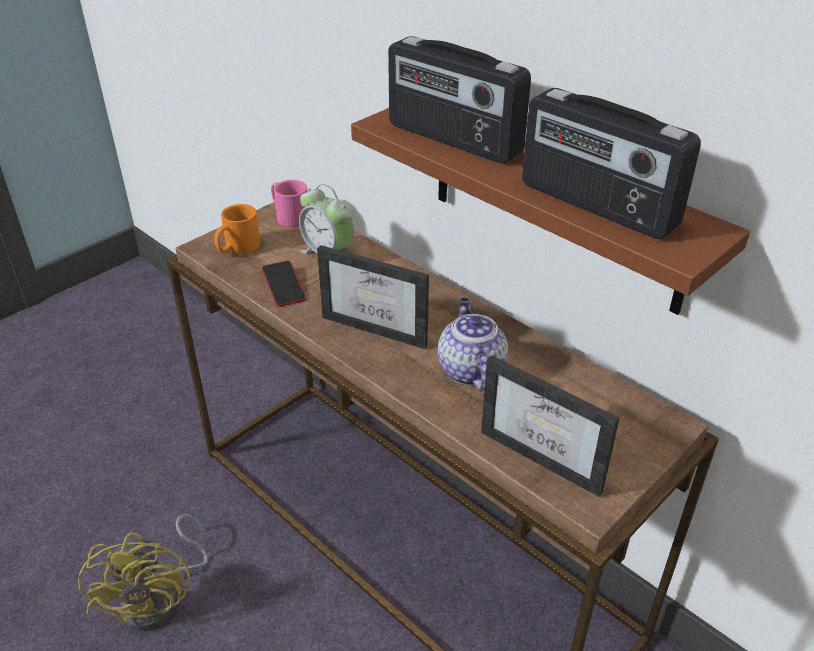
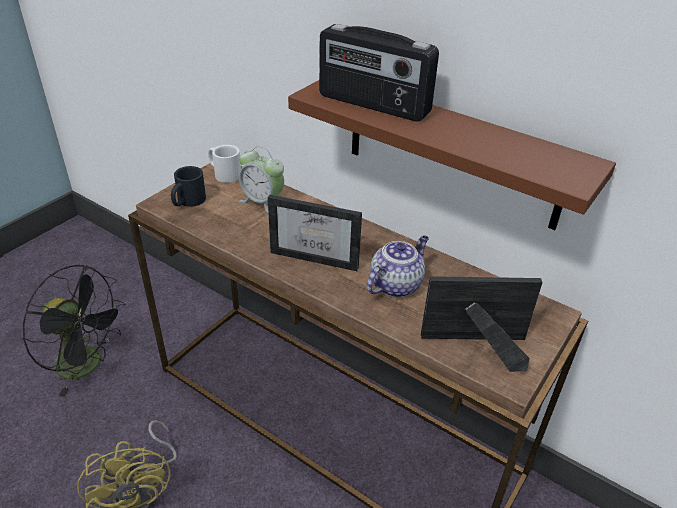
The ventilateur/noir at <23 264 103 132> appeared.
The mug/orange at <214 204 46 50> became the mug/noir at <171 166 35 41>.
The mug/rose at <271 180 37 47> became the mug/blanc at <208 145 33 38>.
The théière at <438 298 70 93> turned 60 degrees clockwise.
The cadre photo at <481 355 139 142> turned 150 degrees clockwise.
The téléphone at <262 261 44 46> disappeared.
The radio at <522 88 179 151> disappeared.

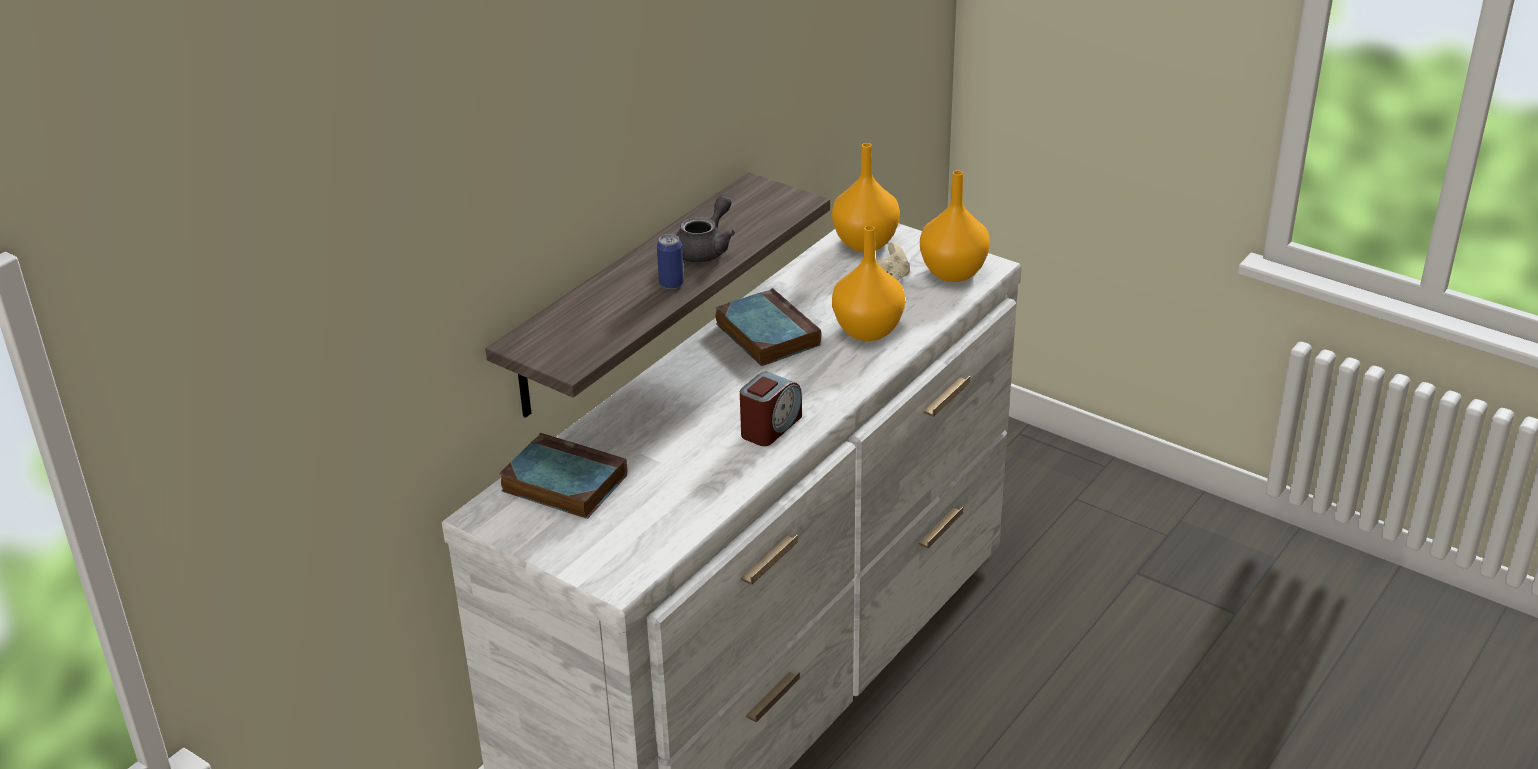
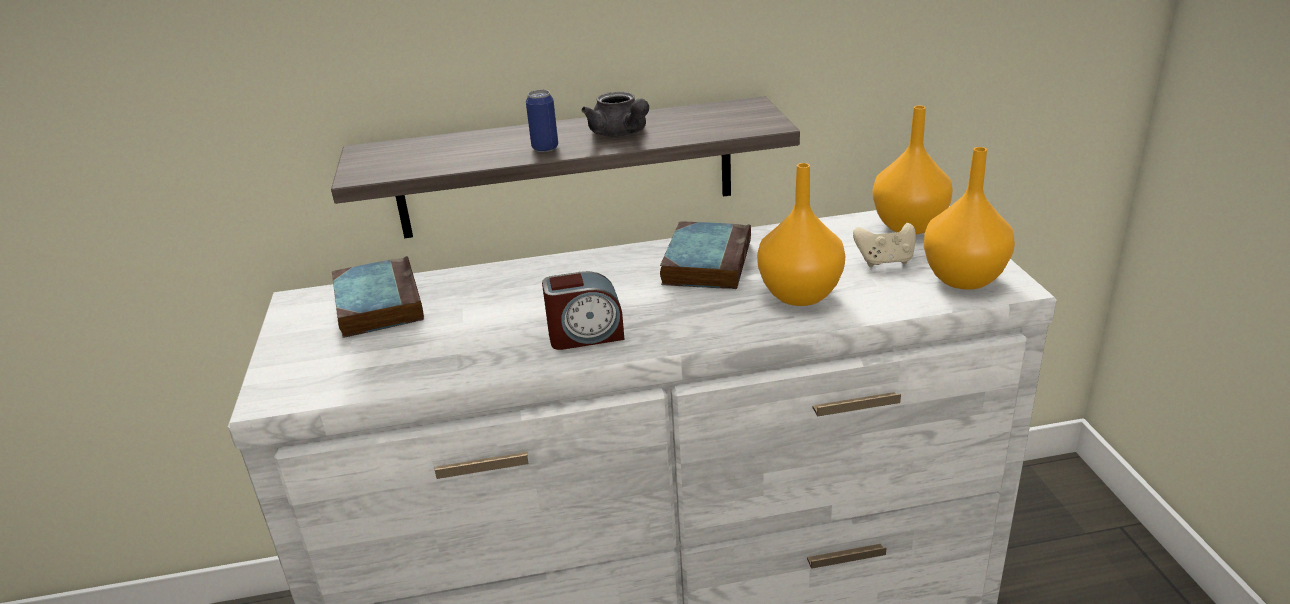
The théière/gris at <676 195 59 68> turned 75 degrees clockwise.

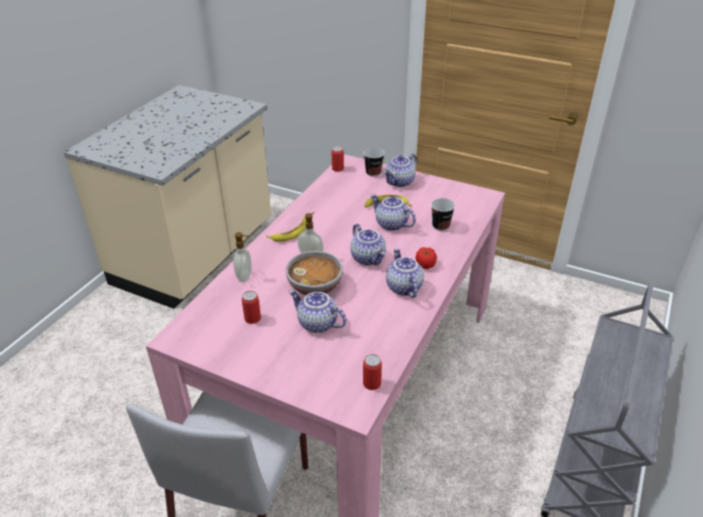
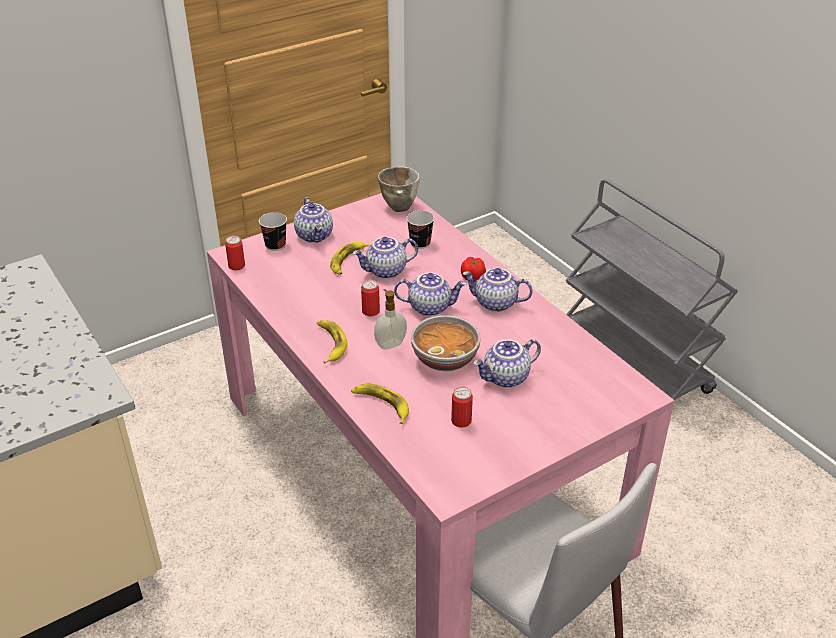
The distributeur de savon at <233 232 19 50> was replaced by the banane at <351 383 58 41>.
The boîte métallique moved from <363 354 19 36> to <361 280 19 37>.
The bol at <378 166 42 46> appeared.

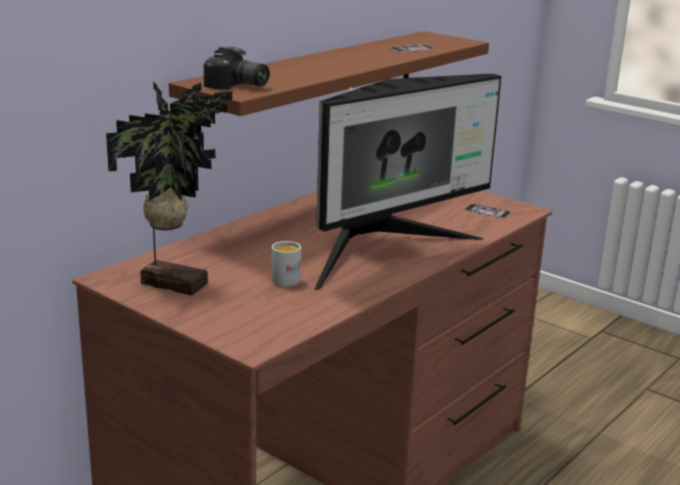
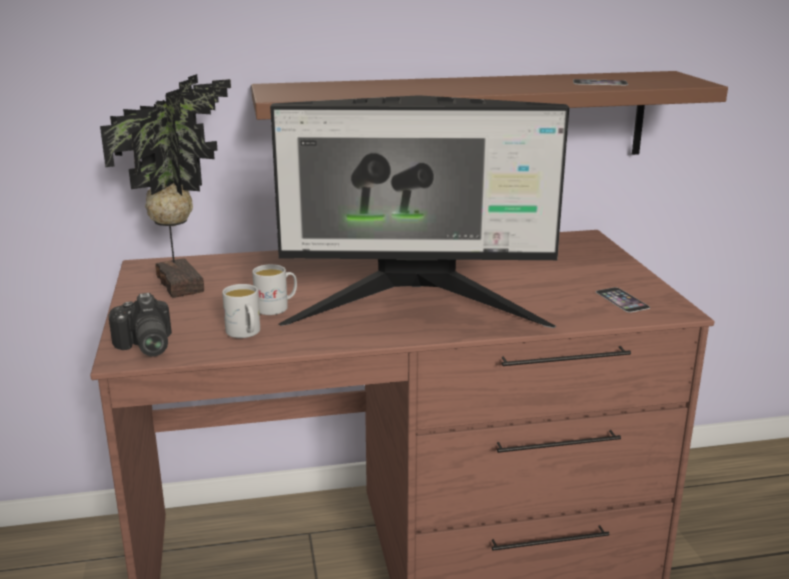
The appareil photo moved from <204 46 66 44> to <108 293 64 63>.
The mug/blanc at <222 284 38 54> appeared.

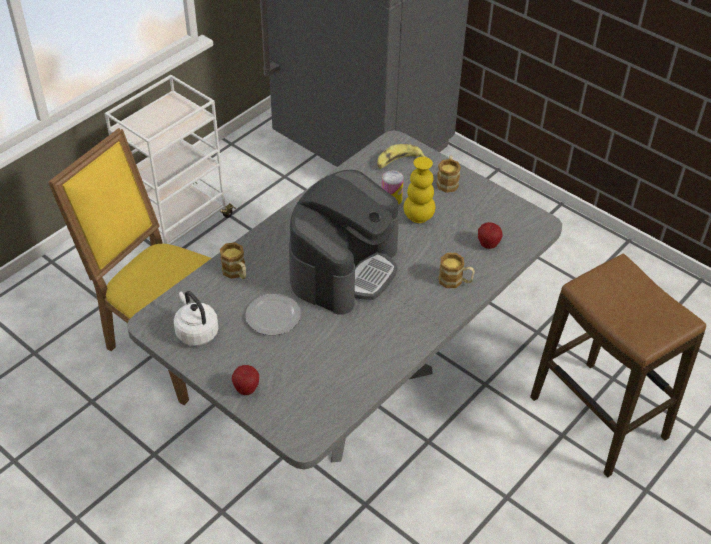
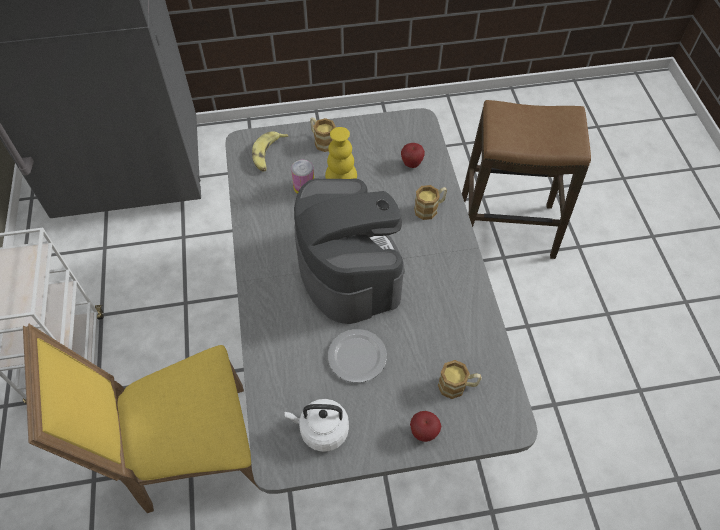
The mug moved from <220 242 26 37> to <438 360 44 39>.

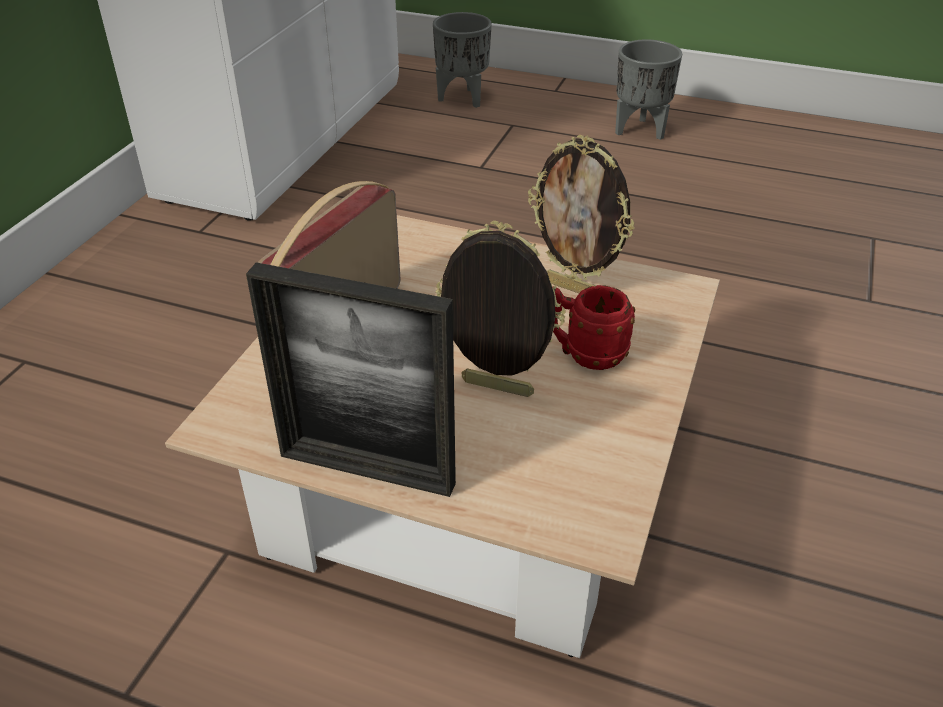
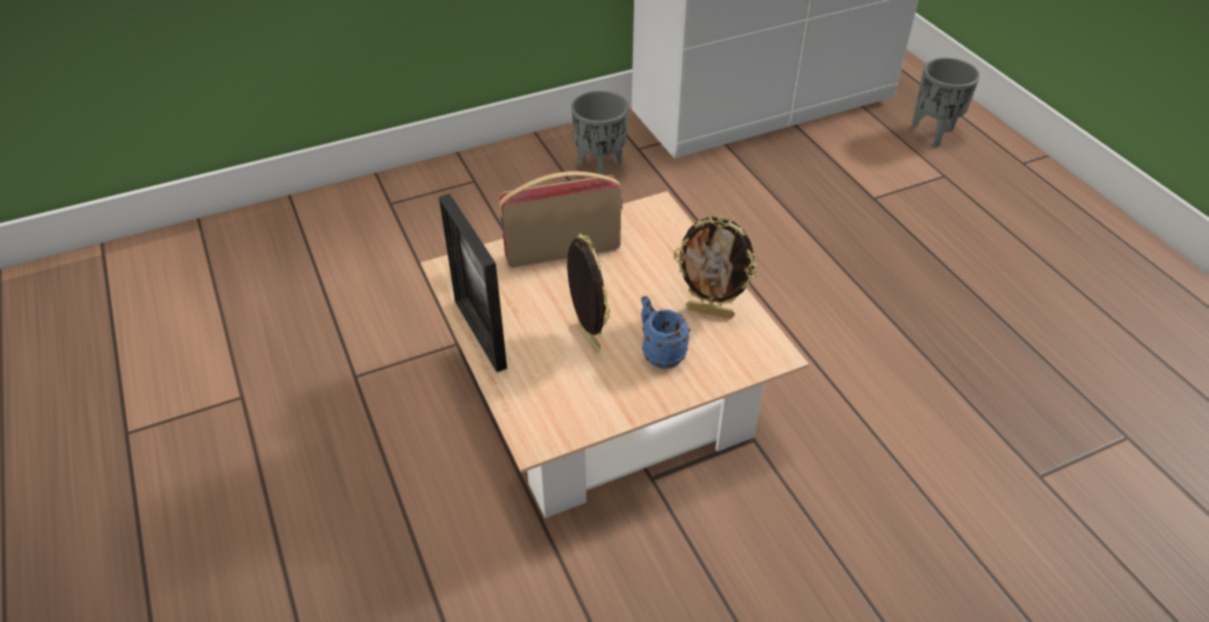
The cache-pot/gris moved from <615 39 67 101> to <571 91 57 84>.
The mug/rouge at <553 285 82 85> became the mug/bleu at <641 296 49 73>.
The cadre photo at <528 135 107 158> turned 60 degrees counterclockwise.

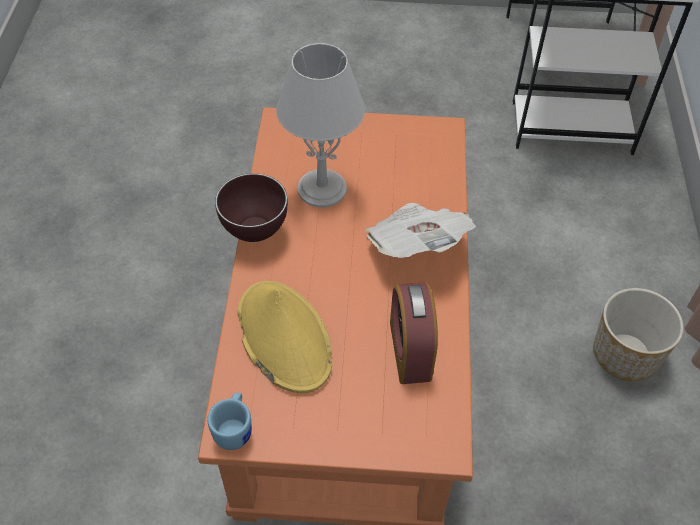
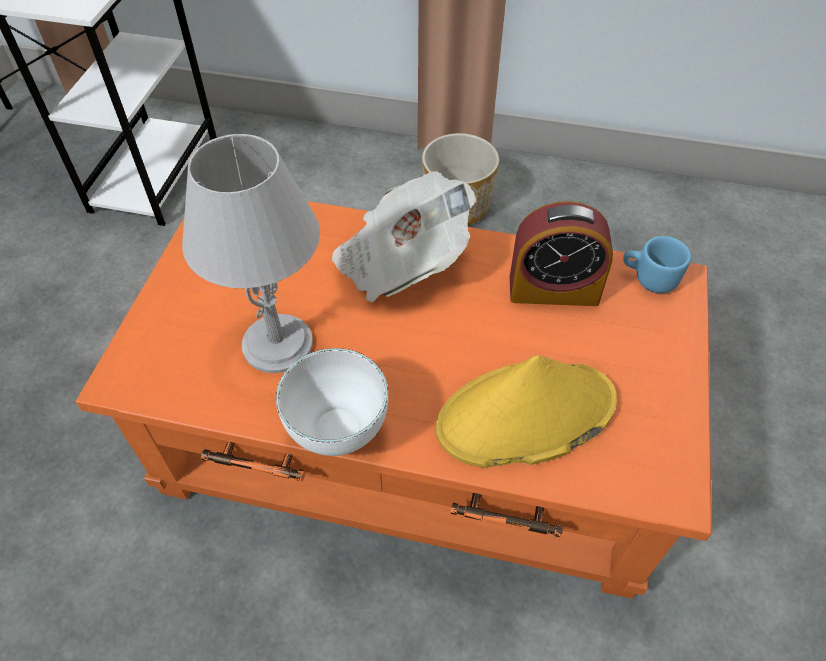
The bol/marron at <215 173 73 69> became the bol/blanc at <276 348 112 108>.
The mug/bleu moved from <207 393 45 57> to <623 236 68 57>.

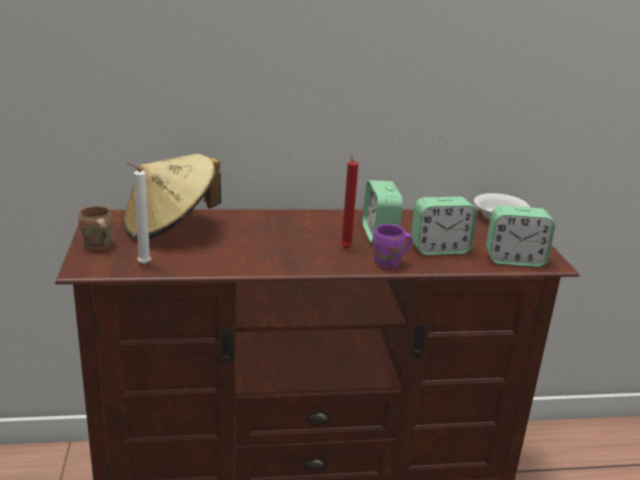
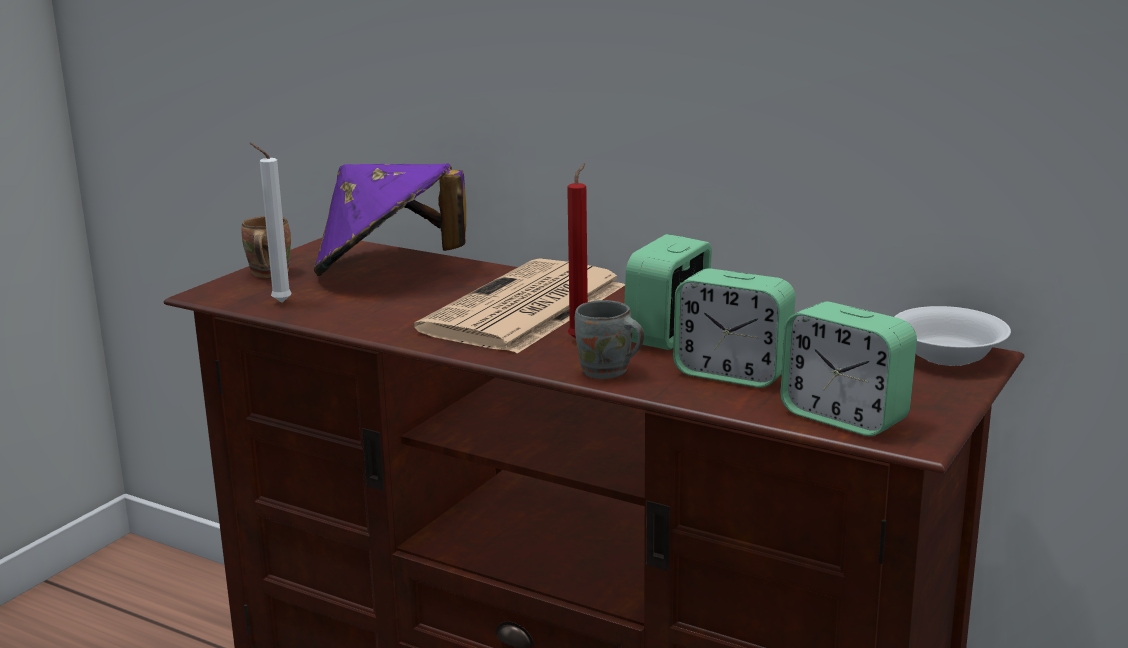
The chapeau/beige at <124 154 97 86> became the chapeau/violet at <314 163 152 113>.
The journal at <414 258 211 95> appeared.
The mug/violet at <373 224 40 44> became the mug/gris at <575 300 69 79>.

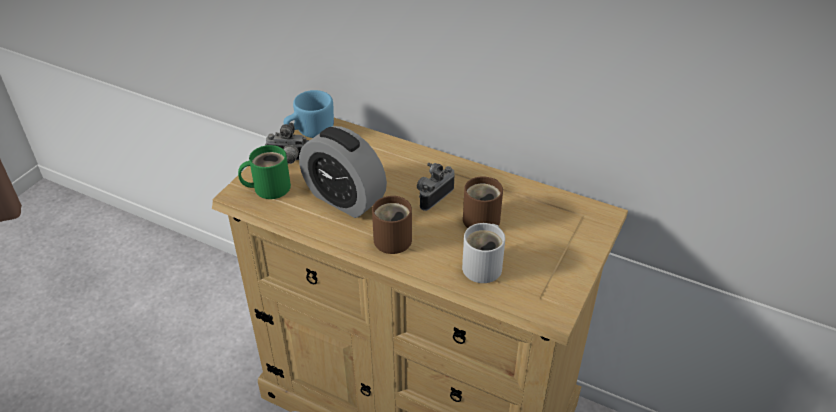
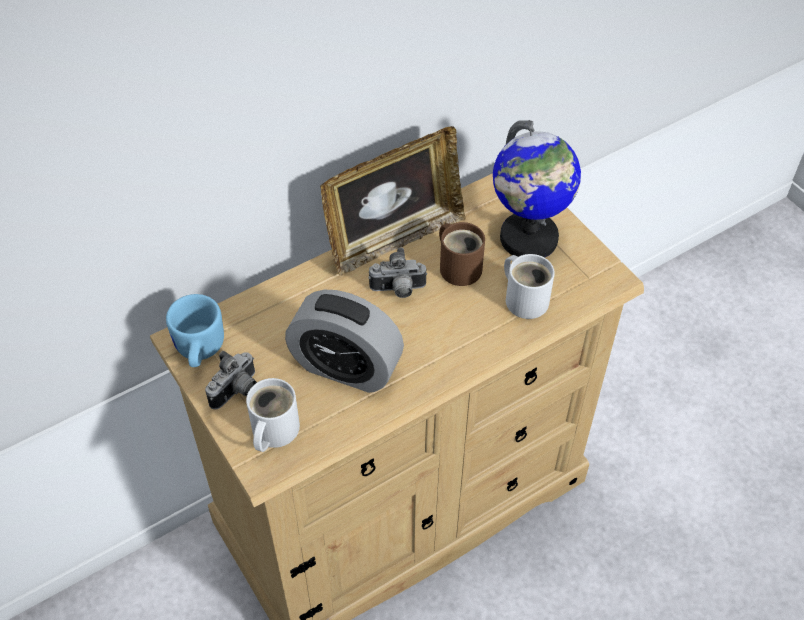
The mug/vert at <238 145 53 54> became the mug/blanc at <246 378 54 74>.
The réveil at <299 126 88 92> turned 45 degrees clockwise.
The cadre photo at <320 126 146 150> appeared.
The appareil photo at <417 163 38 48> turned 75 degrees counterclockwise.
The globe at <493 120 88 138> appeared.
The mug/marron at <372 196 40 58> disappeared.

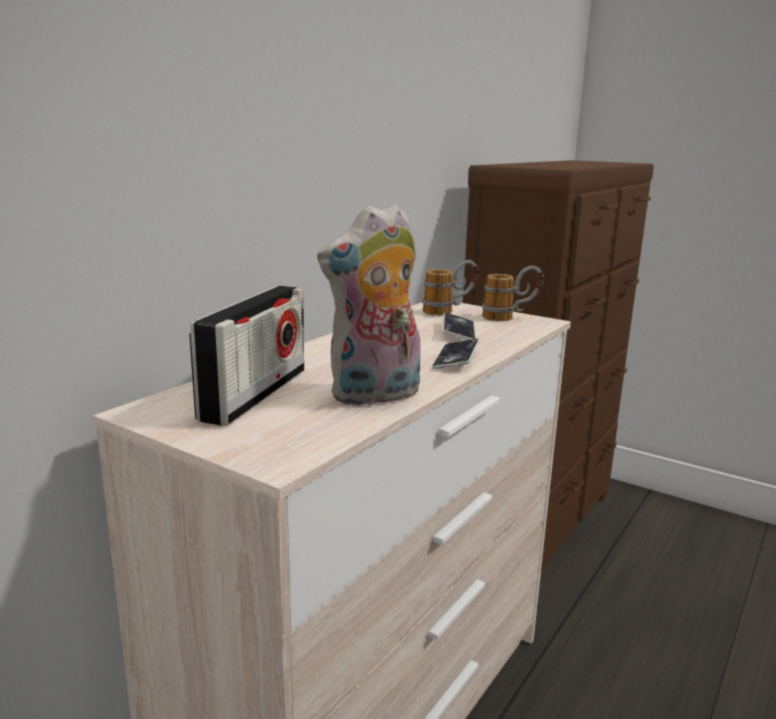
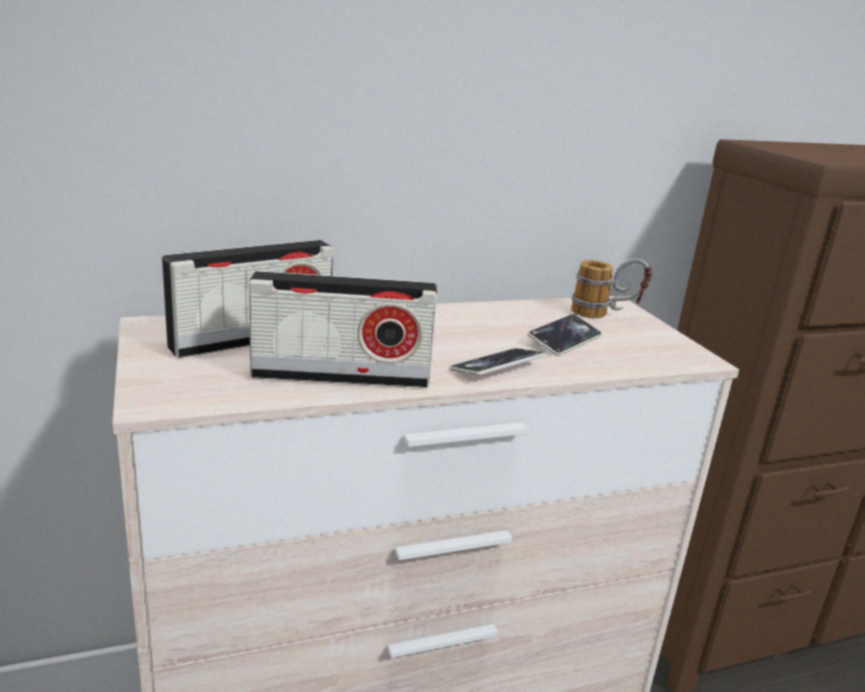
The peluche at <317 204 104 203> was replaced by the radio at <249 271 188 117>.
The mug at <482 266 62 55> disappeared.

